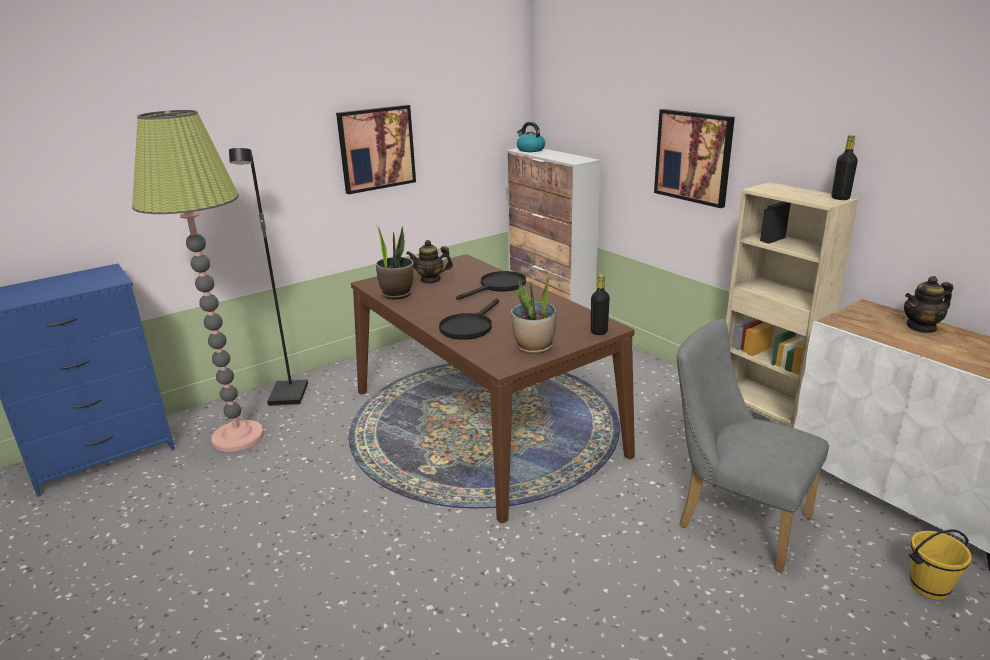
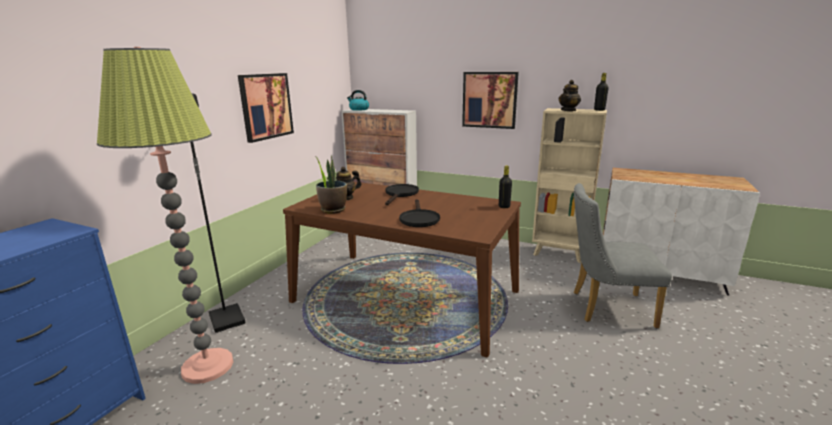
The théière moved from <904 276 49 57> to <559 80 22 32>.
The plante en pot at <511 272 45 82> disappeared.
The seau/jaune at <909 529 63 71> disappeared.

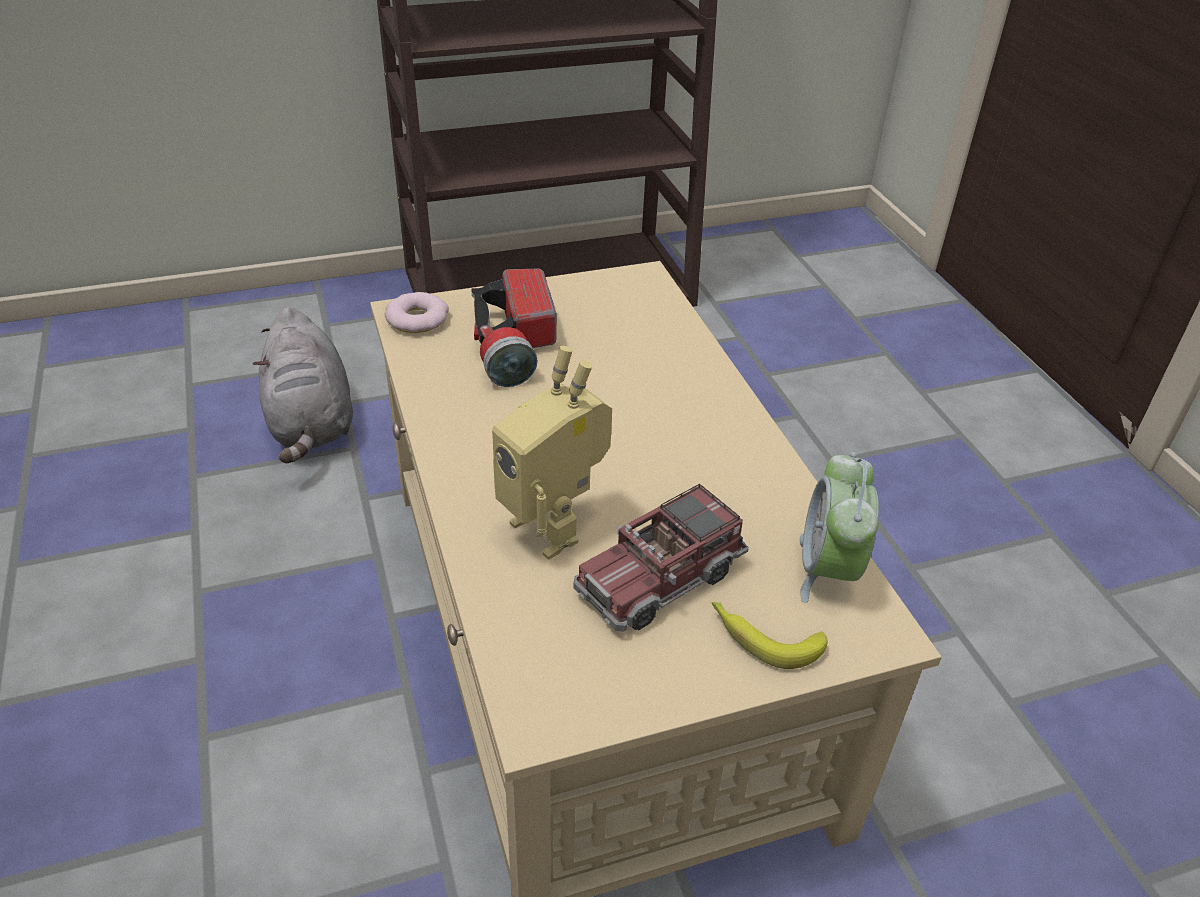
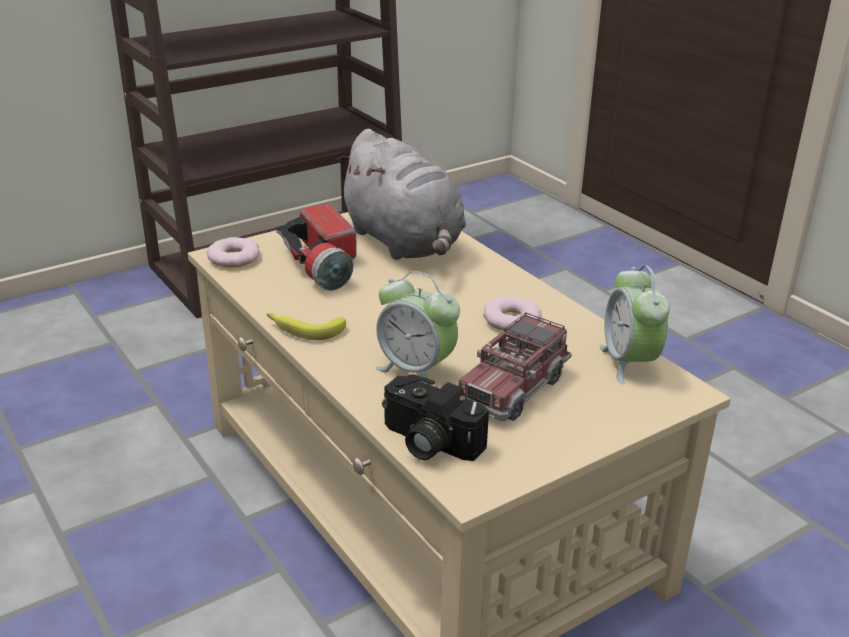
The banane moved from <711 602 117 67> to <266 313 80 27>.
The peluche/gris moved from <253 307 100 156> to <336 129 130 131>.
The robot jouet at <492 346 120 213> was replaced by the réveil at <375 271 85 112>.
The appareil photo at <382 374 107 87> appeared.
The beignet at <483 296 59 35> appeared.

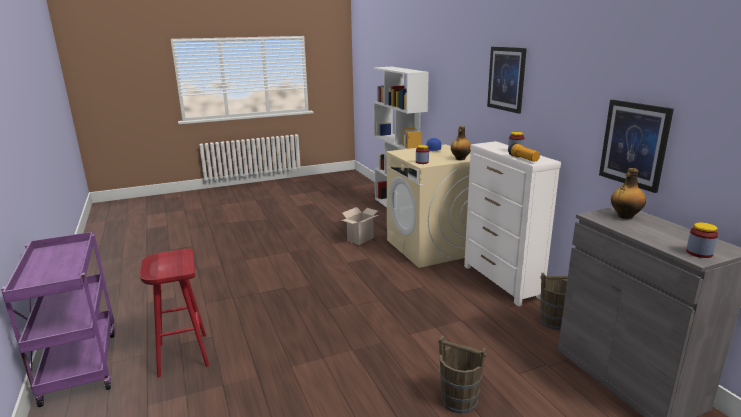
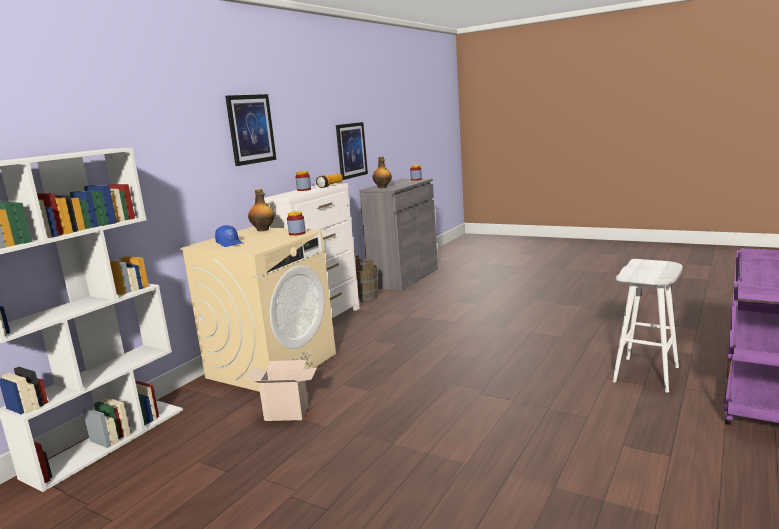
The tabouret/rouge at <140 248 69 129> became the tabouret/blanc at <612 259 70 134>.
The seau/marron at <438 335 49 79> disappeared.

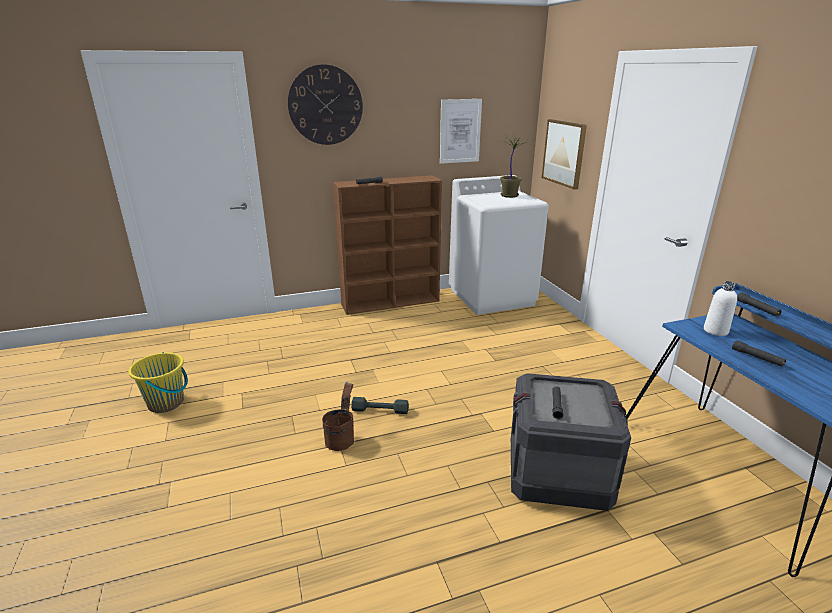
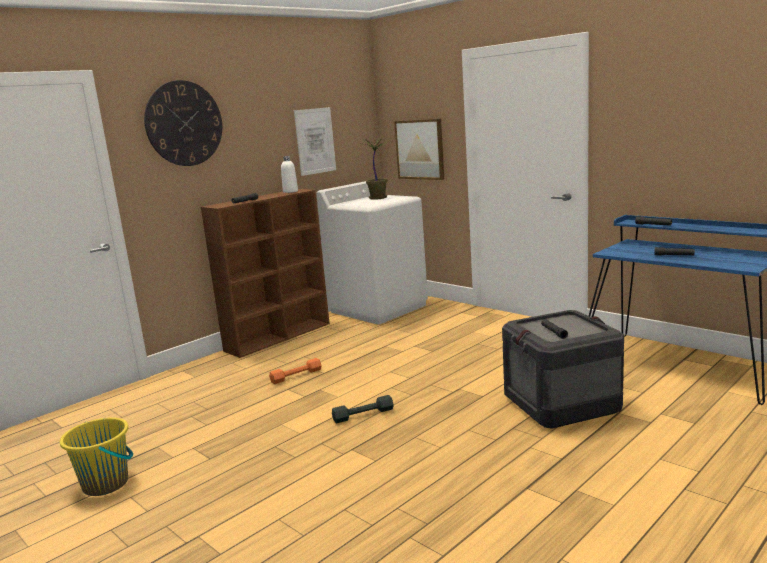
The haltère/orange at <269 358 53 26> appeared.
The bouteille/blanc moved from <704 281 33 55> to <281 156 17 37>.
The seau/marron at <322 382 32 69> disappeared.

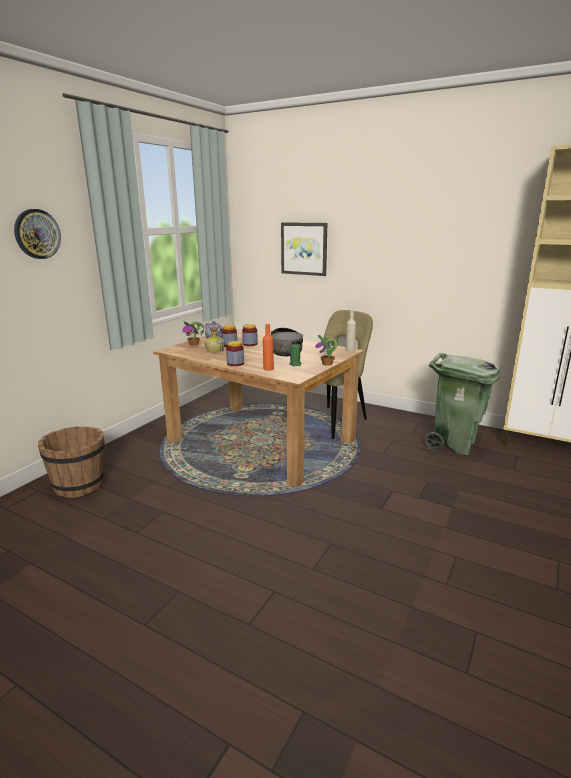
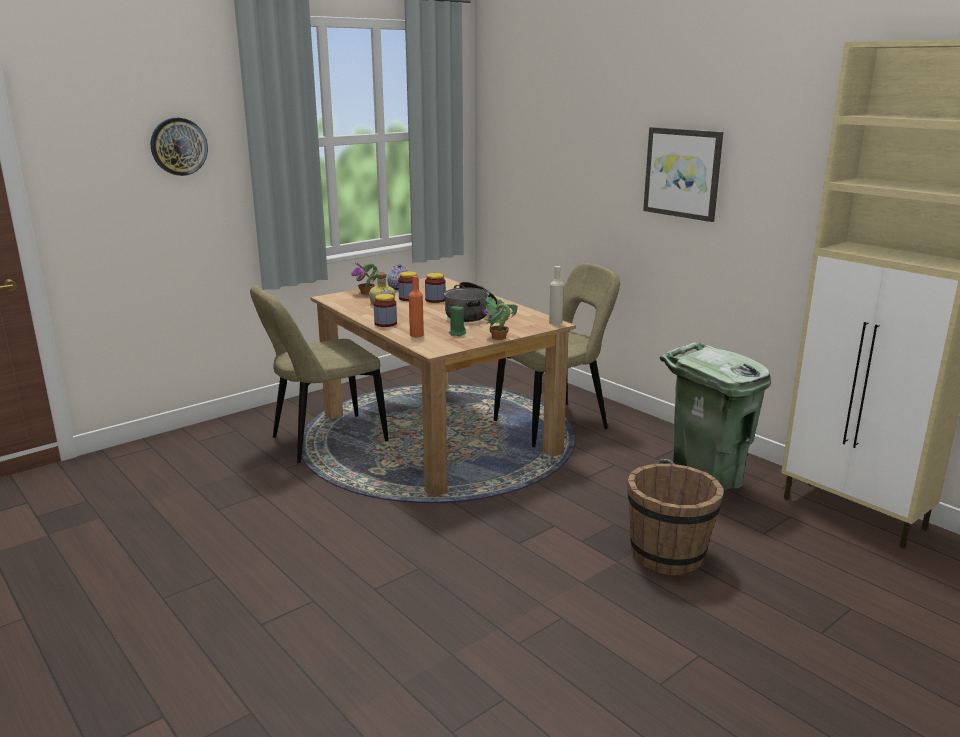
The chaise/beige at <250 285 139 178> appeared.
The seau/marron moved from <38 427 67 71> to <627 463 97 112>.
The tableau moved from <281 222 46 54> to <643 127 80 95>.

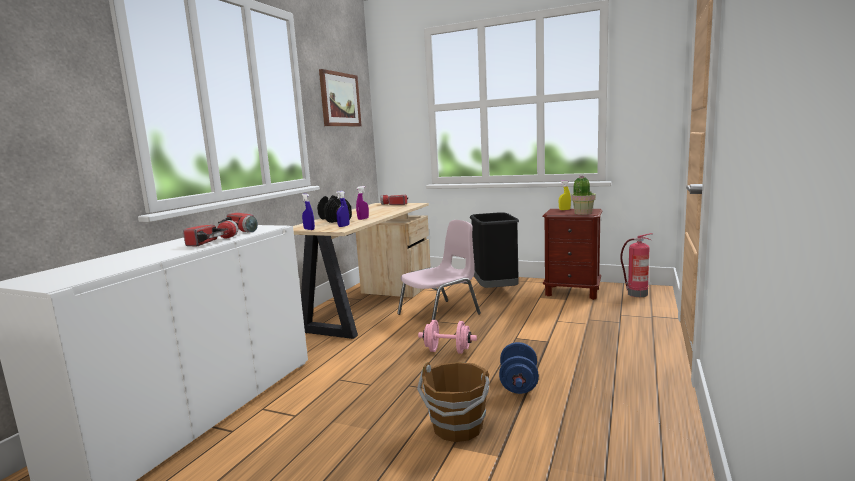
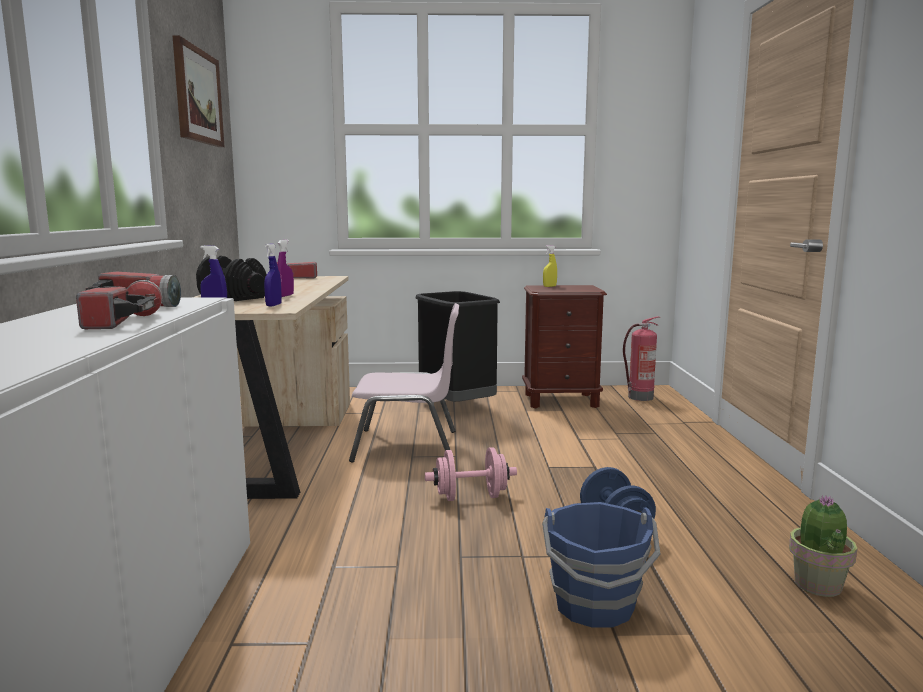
The chaise/rose at <397 220 84 101> turned 60 degrees clockwise.
The seau/marron at <417 362 72 80> became the seau/bleu at <542 502 118 126>.
The plante en pot moved from <571 175 25 40> to <789 495 68 102>.

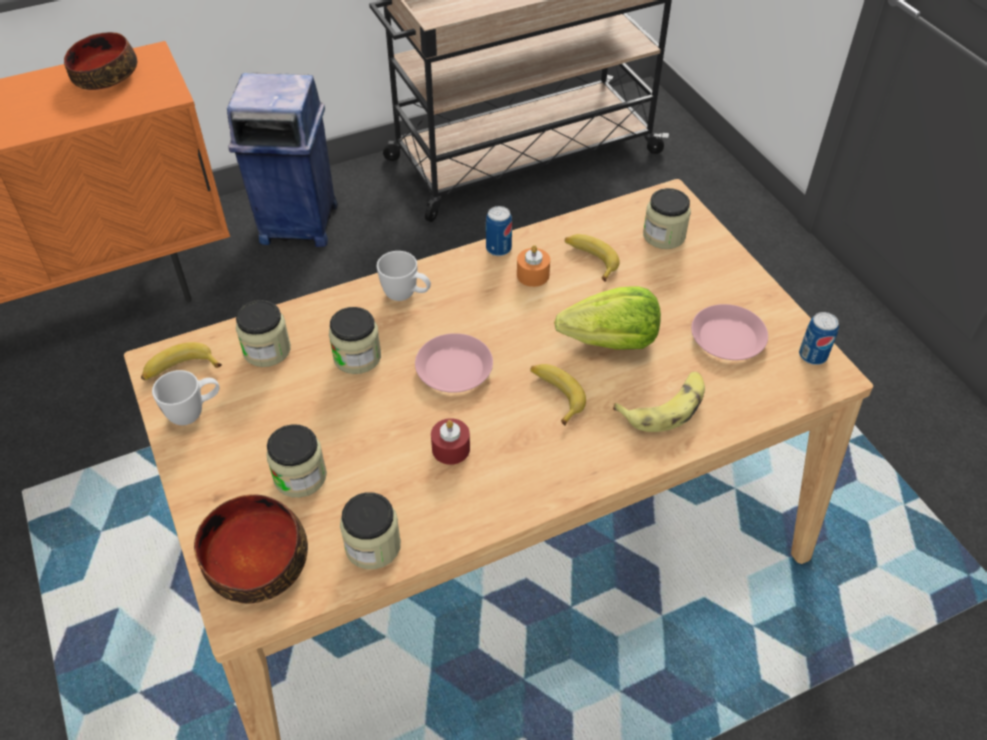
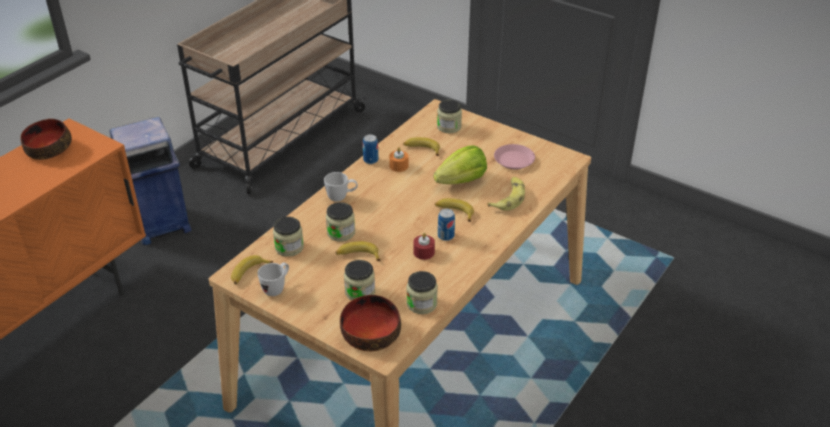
The banane at <335 241 46 20> appeared.
The boîte métallique moved from <799 312 40 53> to <438 208 17 33>.
The assiette/rose at <415 333 78 60> disappeared.

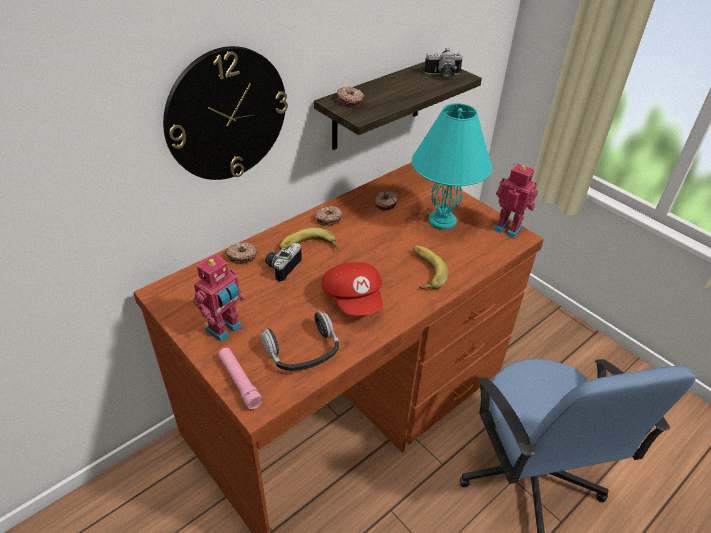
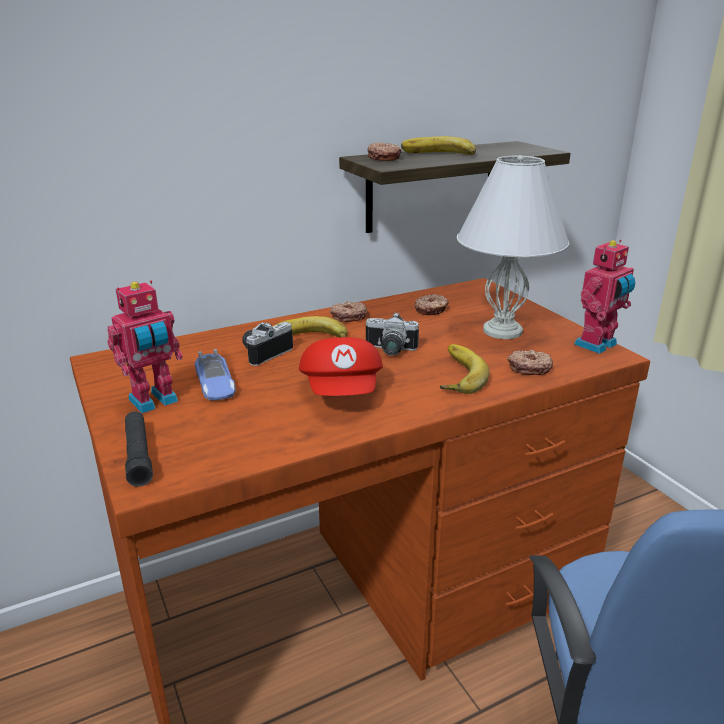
The lampe de poche/rose at <218 348 45 61> became the lampe de poche/noir at <125 411 28 76>.
The petite voiture at <195 349 41 51> appeared.
The appareil photo moved from <424 48 39 31> to <366 313 53 42>.
The banane at <401 136 75 19> appeared.
The lampe de table/turquoise at <412 103 80 127> became the lampe de table/blanc at <457 155 112 184>.
The beignet moved from <225 242 32 21> to <507 349 46 26>.
The robot jouet at <494 163 44 76> turned 90 degrees clockwise.
The horloge murale at <163 46 125 134> disappeared.
The casque audio at <261 311 78 60> disappeared.

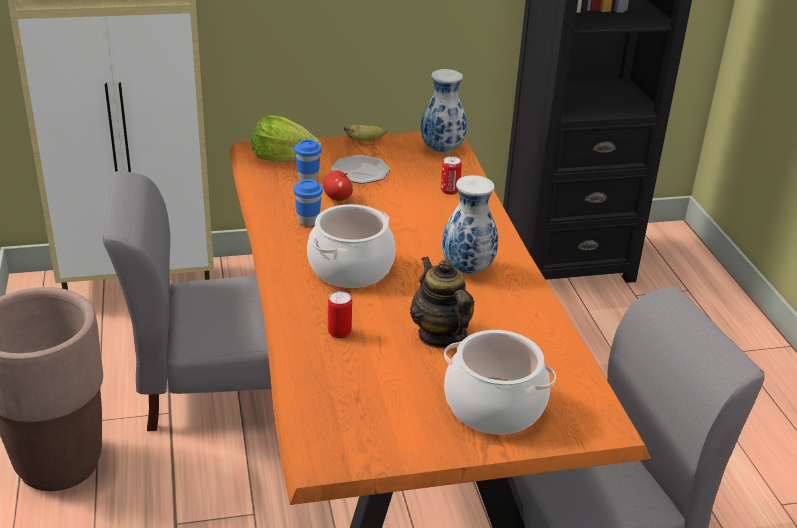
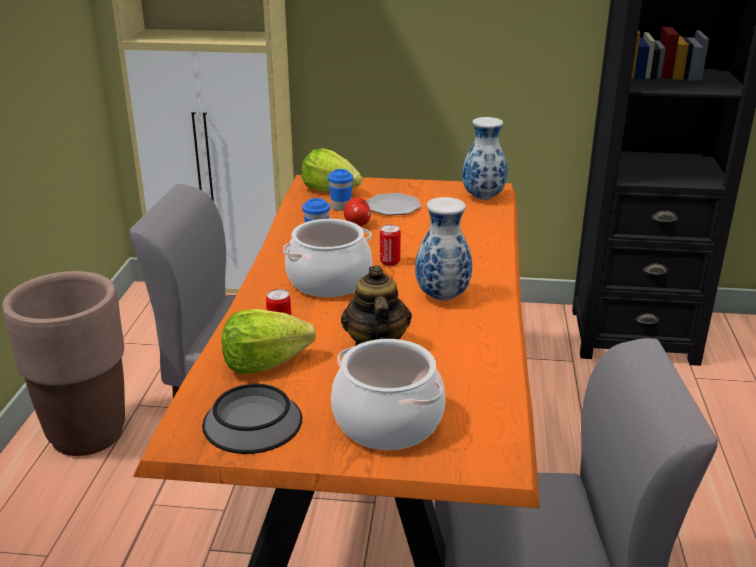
The bol at <202 384 100 70> appeared.
The laitue at <222 309 94 65> appeared.
The boîte métallique moved from <441 156 21 39> to <380 225 21 41>.
The banane at <344 125 43 16> disappeared.

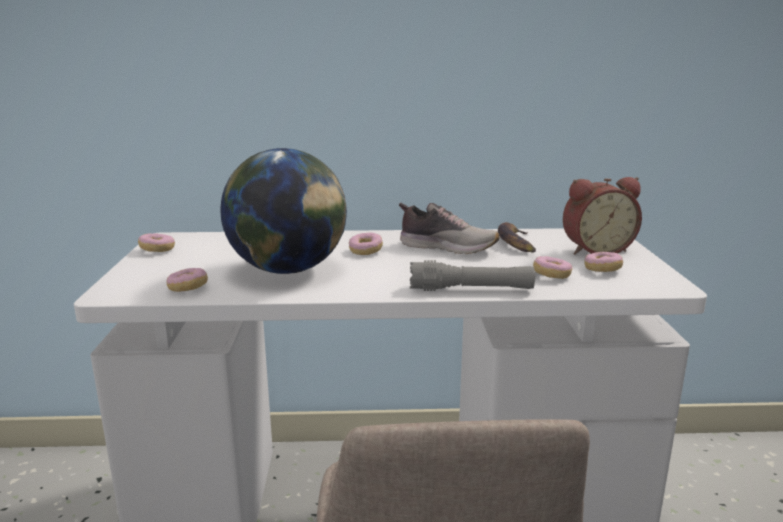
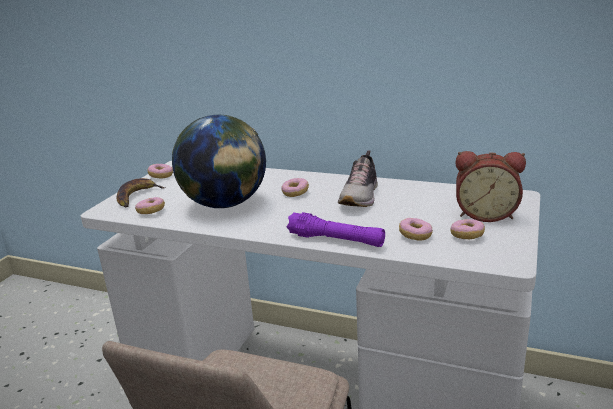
The banane moved from <498 222 38 31> to <117 178 49 29>.
The lampe de poche/gris at <410 260 125 31> became the lampe de poche/violet at <286 212 99 35>.
The chaussure at <399 203 100 51> turned 60 degrees clockwise.

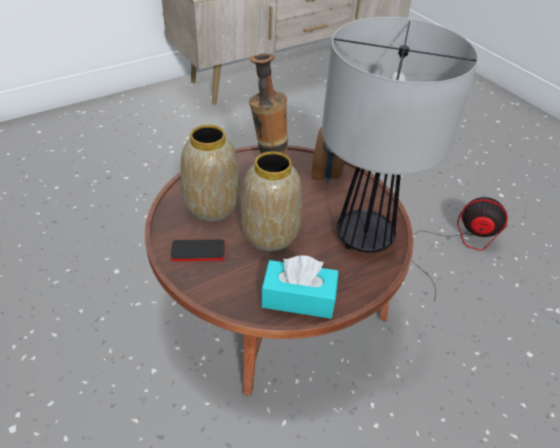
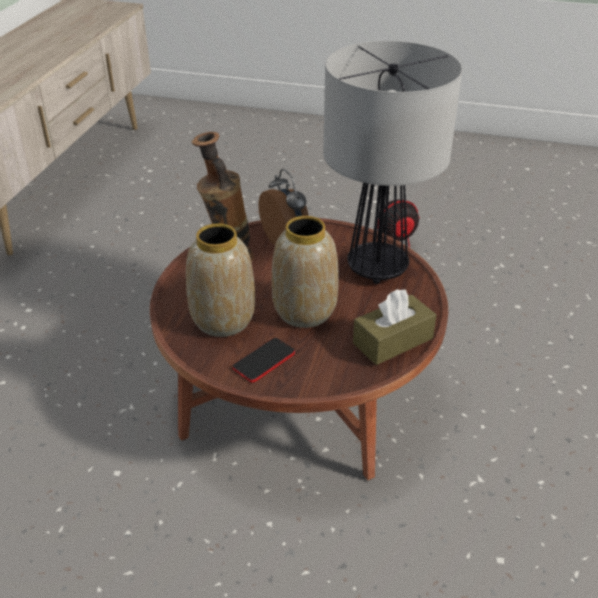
The boîte à mouchoirs/turquoise at <261 255 78 64> became the boîte à mouchoirs/marron at <353 289 84 76>.

